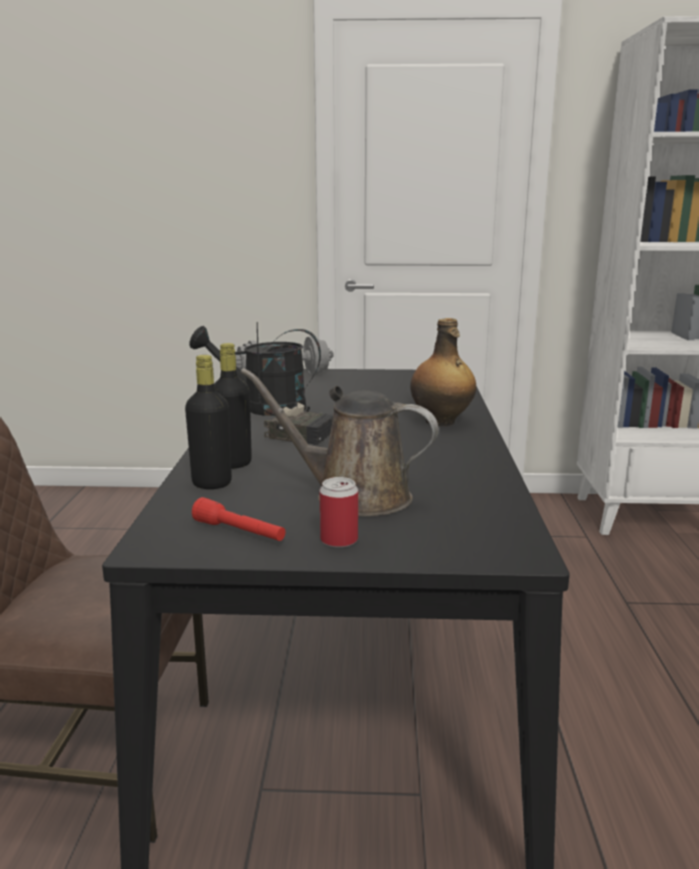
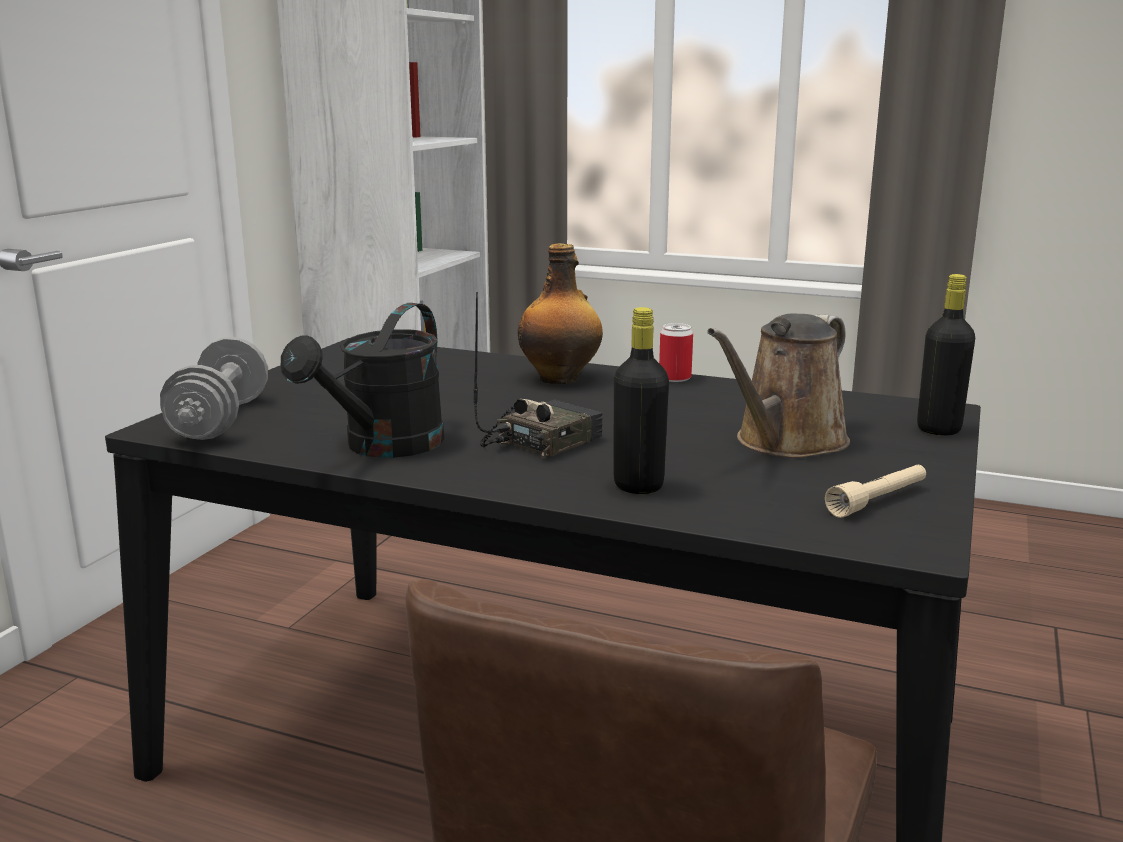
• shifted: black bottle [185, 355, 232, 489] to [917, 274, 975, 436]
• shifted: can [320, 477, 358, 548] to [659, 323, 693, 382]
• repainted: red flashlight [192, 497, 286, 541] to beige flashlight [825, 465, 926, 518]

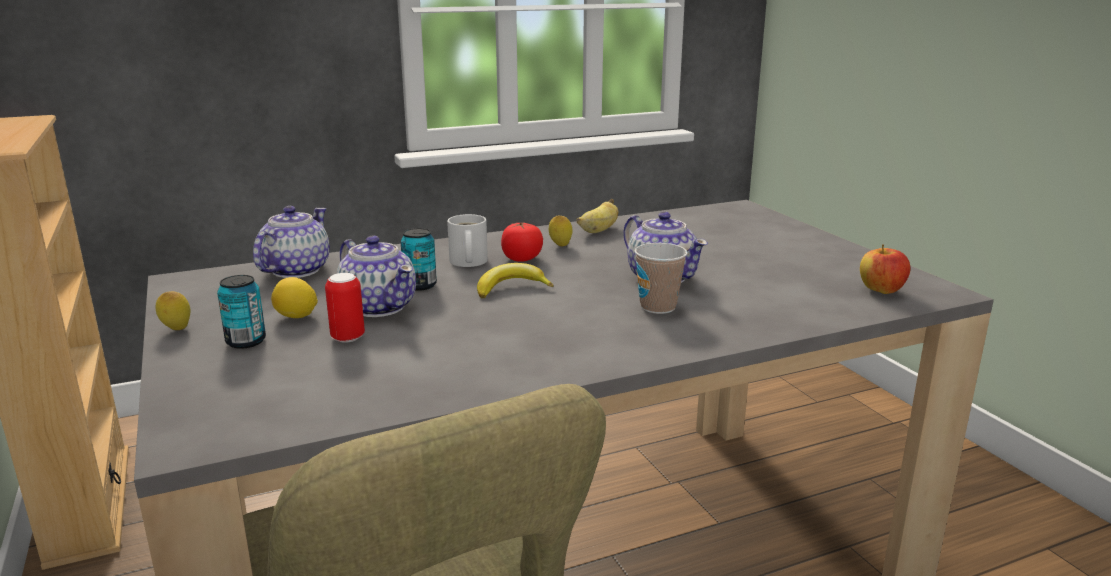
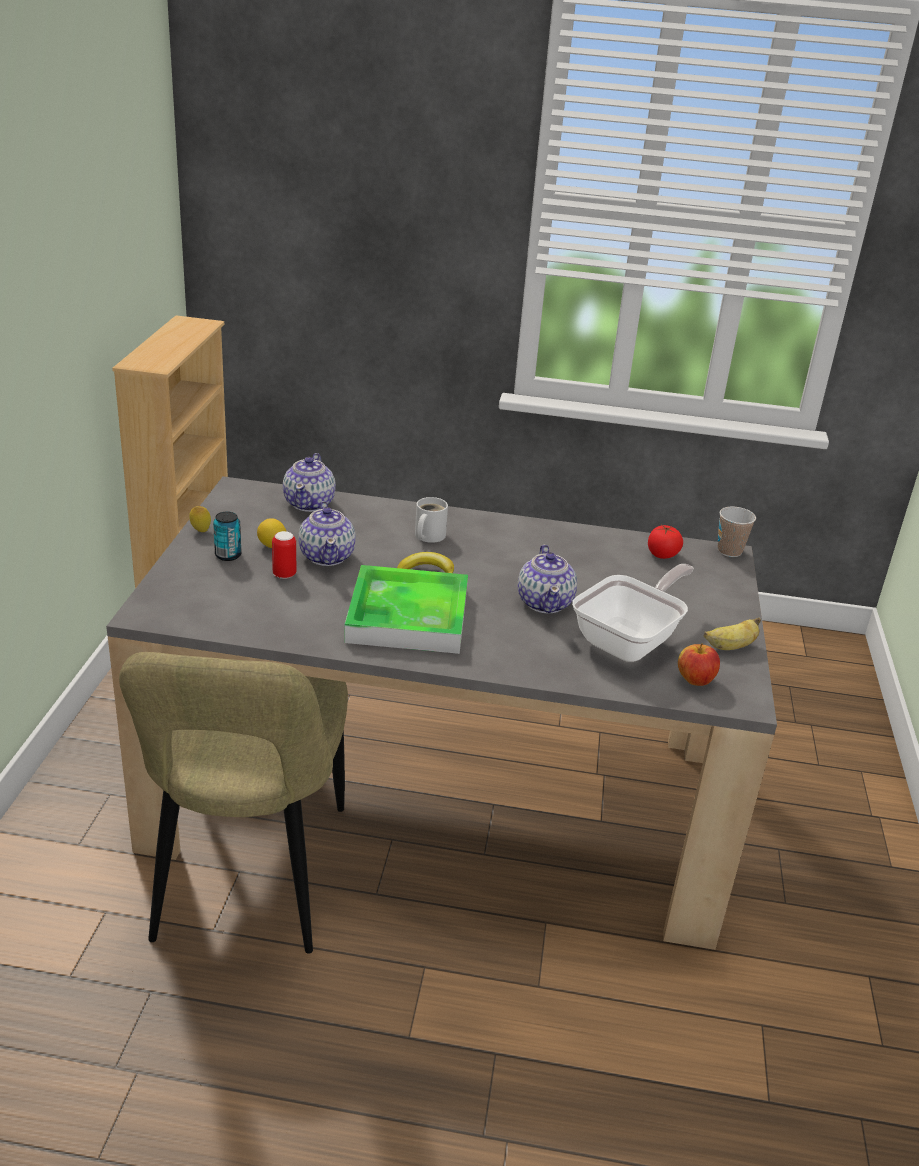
• gone: can [400, 228, 437, 291]
• gone: lemon [549, 216, 572, 247]
• new: tray [344, 565, 468, 654]
• new: frying pan [572, 564, 694, 662]
• shifted: tomato [501, 222, 543, 262] to [648, 525, 683, 559]
• shifted: banana [577, 199, 618, 233] to [704, 617, 761, 650]
• shifted: cup [635, 243, 687, 314] to [718, 507, 756, 557]
• rotated: teapot [253, 206, 330, 278] = [283, 453, 336, 512] 135 degrees clockwise

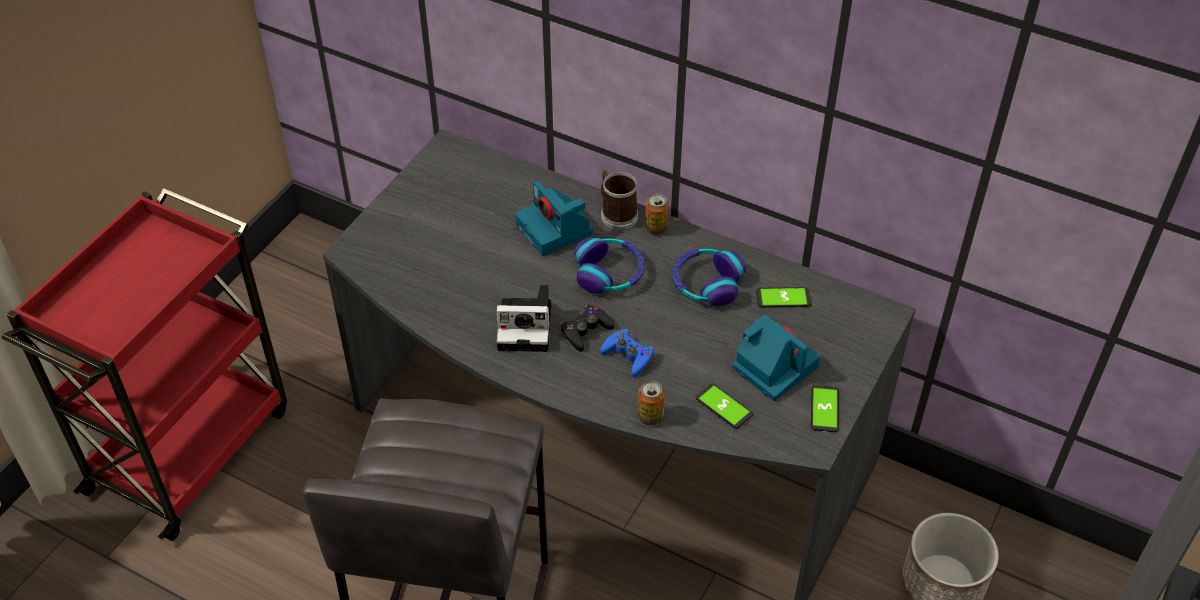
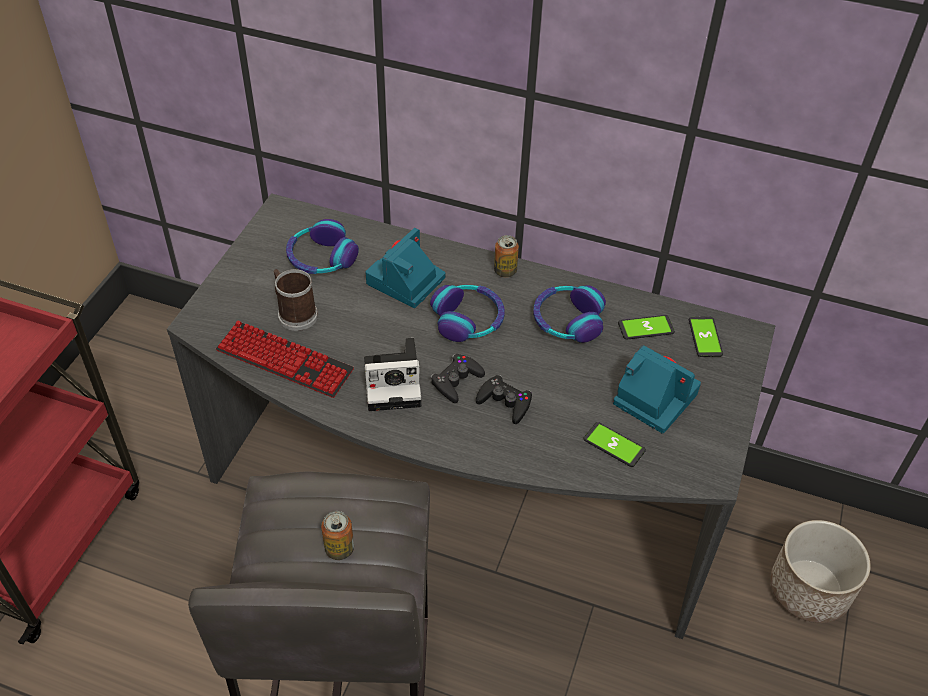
• new: keyboard [216, 320, 354, 398]
• new: headphones [286, 219, 359, 274]
• shifted: mug [601, 170, 638, 230] to [274, 269, 318, 331]
• shifted: can [638, 381, 665, 425] to [321, 511, 354, 560]
• shifted: phone [811, 385, 839, 432] to [689, 317, 723, 357]
• repainted: blue game controller [600, 329, 654, 377] to black game controller [476, 375, 532, 424]
• rotated: photo camera [515, 181, 593, 256] = [366, 228, 446, 308] 75 degrees clockwise

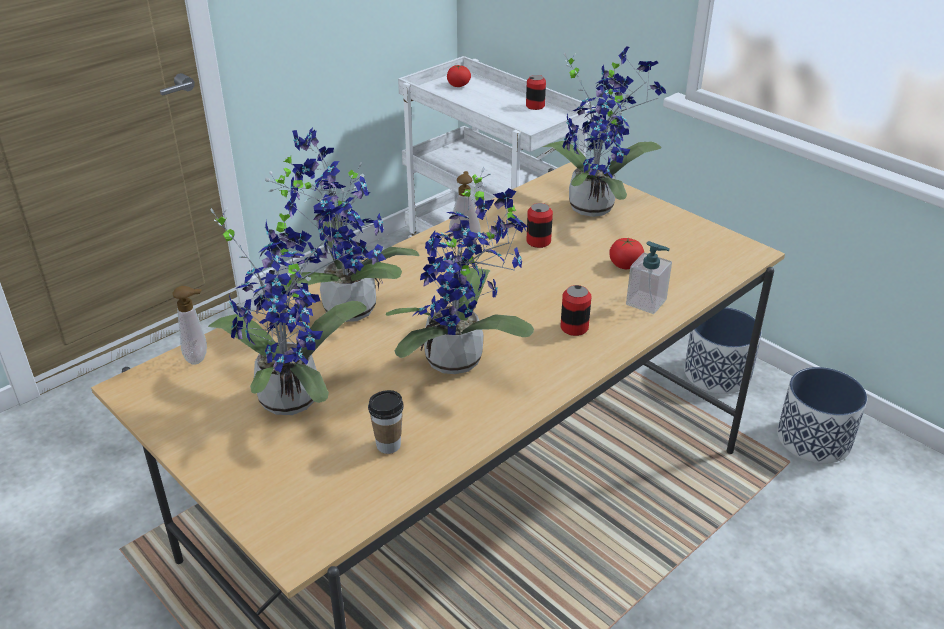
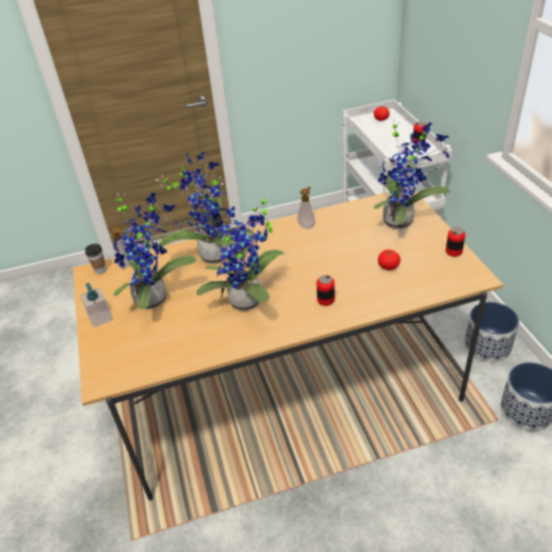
• shifted: cup [368, 390, 404, 454] to [85, 244, 106, 274]
• shifted: can [526, 203, 553, 248] to [446, 227, 465, 257]
• shifted: soap dispenser [626, 241, 672, 314] to [80, 283, 113, 328]

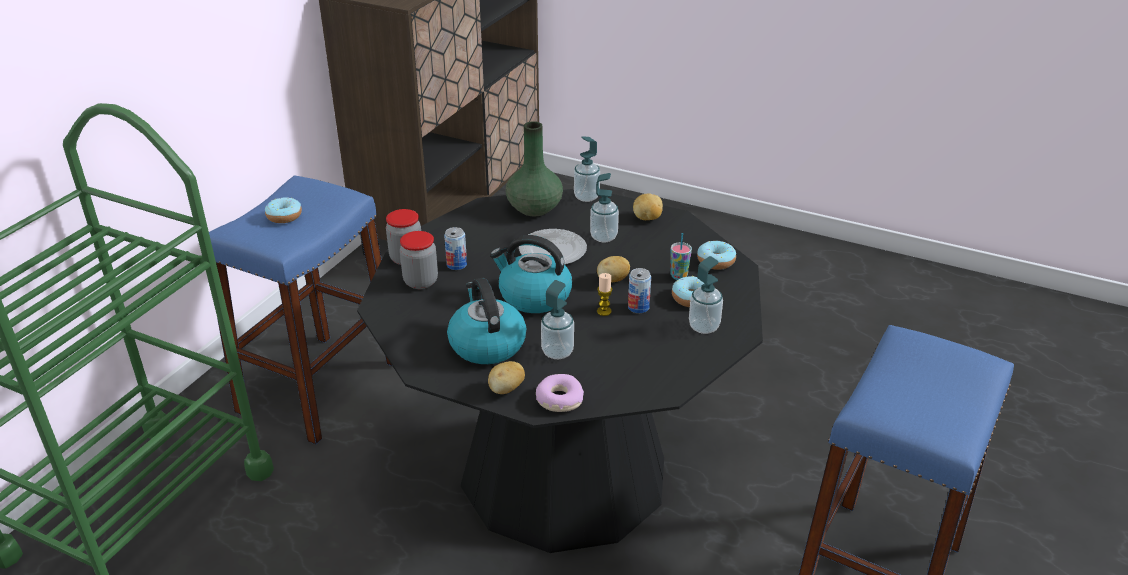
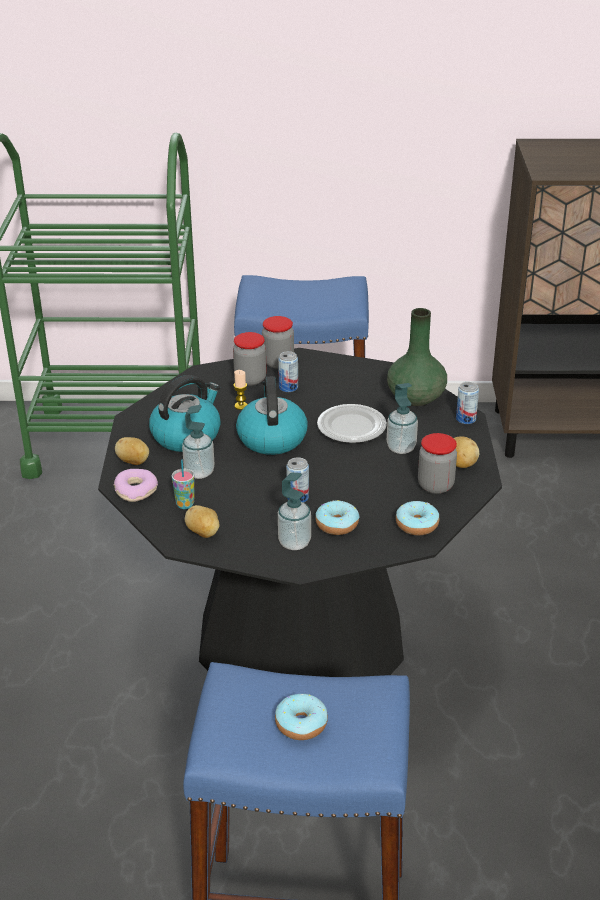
• new: jar [418, 433, 457, 494]
• shifted: donut [265, 197, 302, 223] to [275, 694, 328, 740]
• shifted: potato [597, 256, 630, 283] to [185, 505, 220, 538]
• shifted: candle [597, 273, 612, 316] to [233, 370, 248, 410]
• shifted: cup [671, 233, 692, 280] to [172, 460, 194, 509]
• swapped: soap dispenser [574, 137, 600, 202] to can [456, 382, 479, 424]

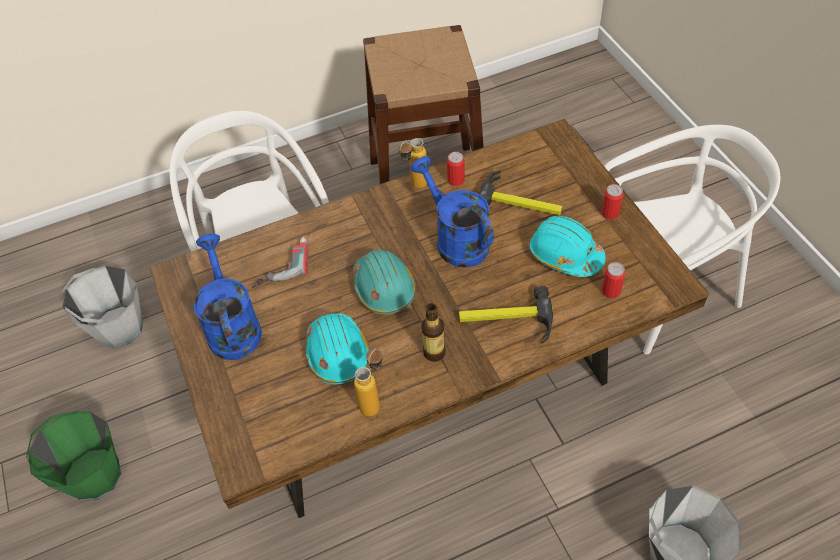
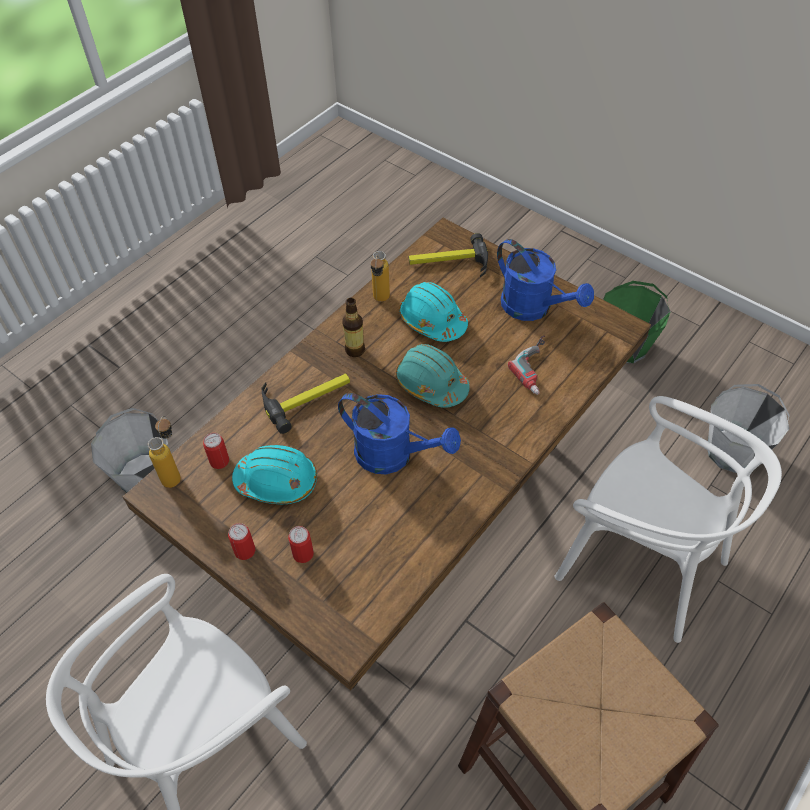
• shifted: bottle [399, 138, 427, 189] to [148, 416, 181, 488]
• shifted: can [447, 152, 465, 186] to [288, 526, 314, 563]
• shifted: hammer [478, 170, 563, 215] to [409, 233, 488, 277]

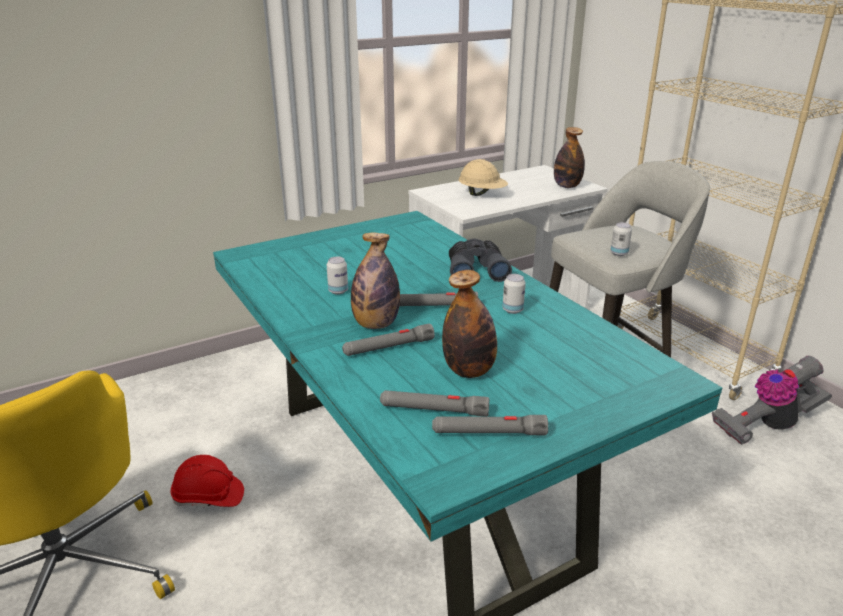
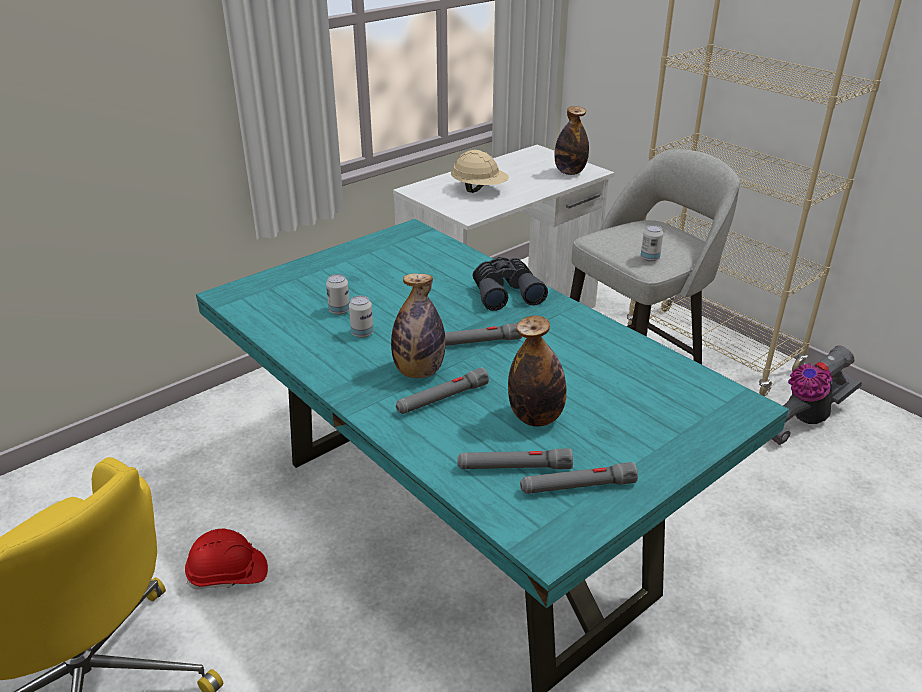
• shifted: can [503, 274, 526, 314] to [326, 274, 350, 315]

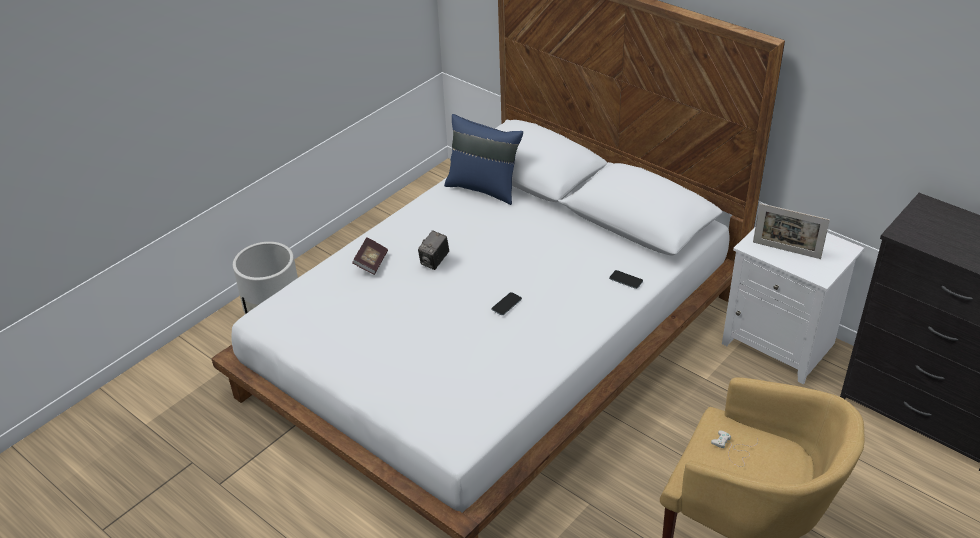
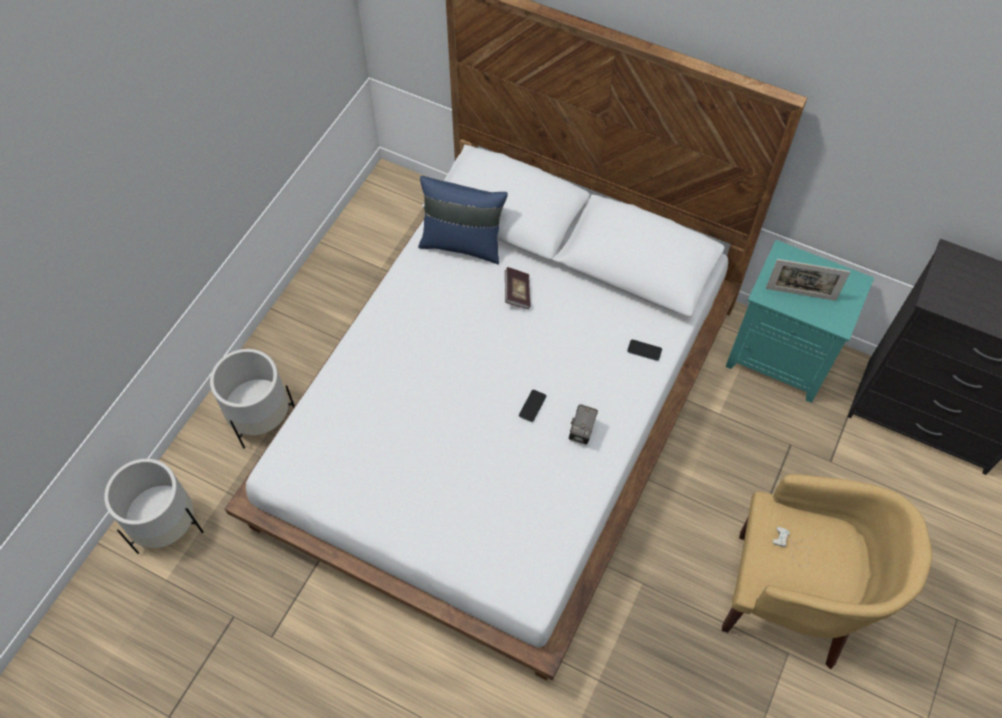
• new: white planter [104, 458, 204, 554]
• shifted: book [352, 237, 388, 275] to [505, 267, 531, 309]
• shifted: photo camera [418, 230, 449, 270] to [569, 404, 598, 445]
• repainted: white nightstand [722, 228, 864, 384] to turquoise nightstand [725, 240, 874, 403]

